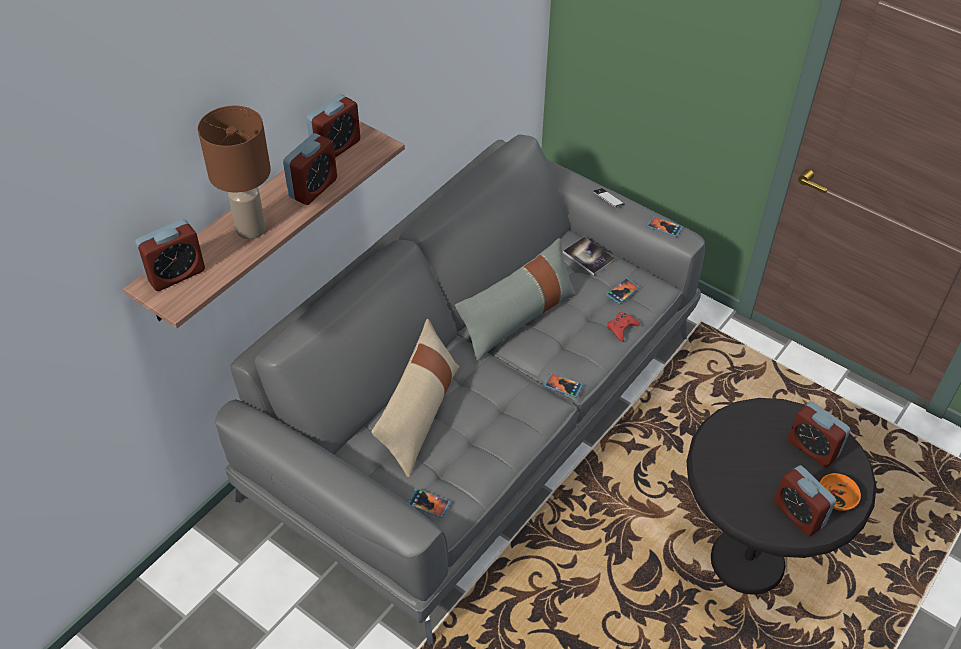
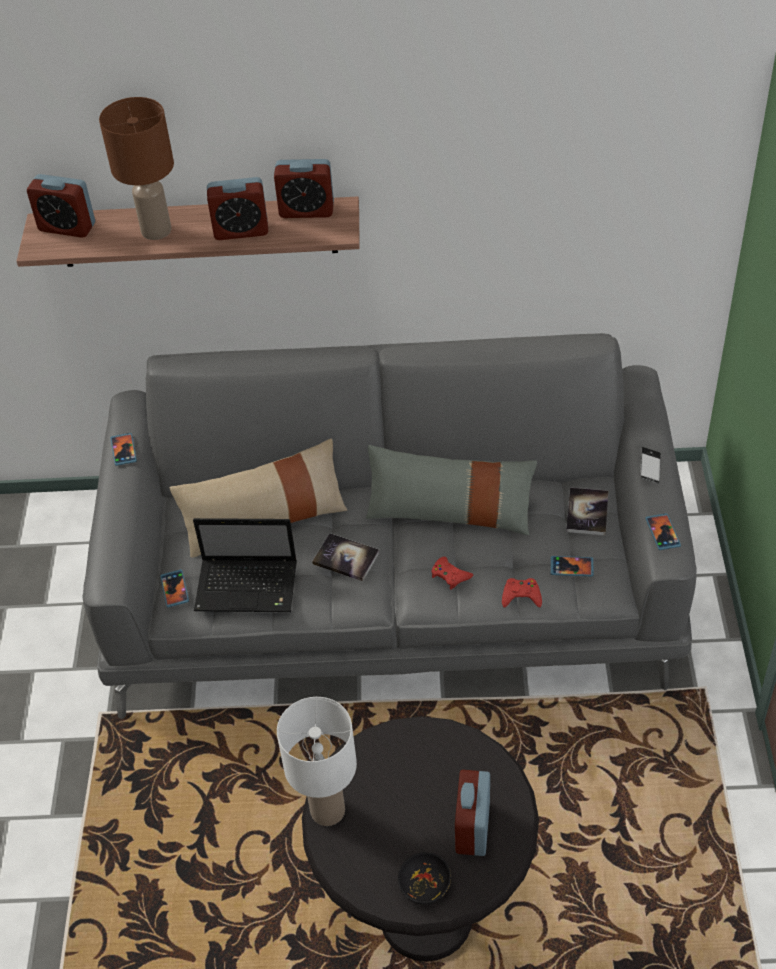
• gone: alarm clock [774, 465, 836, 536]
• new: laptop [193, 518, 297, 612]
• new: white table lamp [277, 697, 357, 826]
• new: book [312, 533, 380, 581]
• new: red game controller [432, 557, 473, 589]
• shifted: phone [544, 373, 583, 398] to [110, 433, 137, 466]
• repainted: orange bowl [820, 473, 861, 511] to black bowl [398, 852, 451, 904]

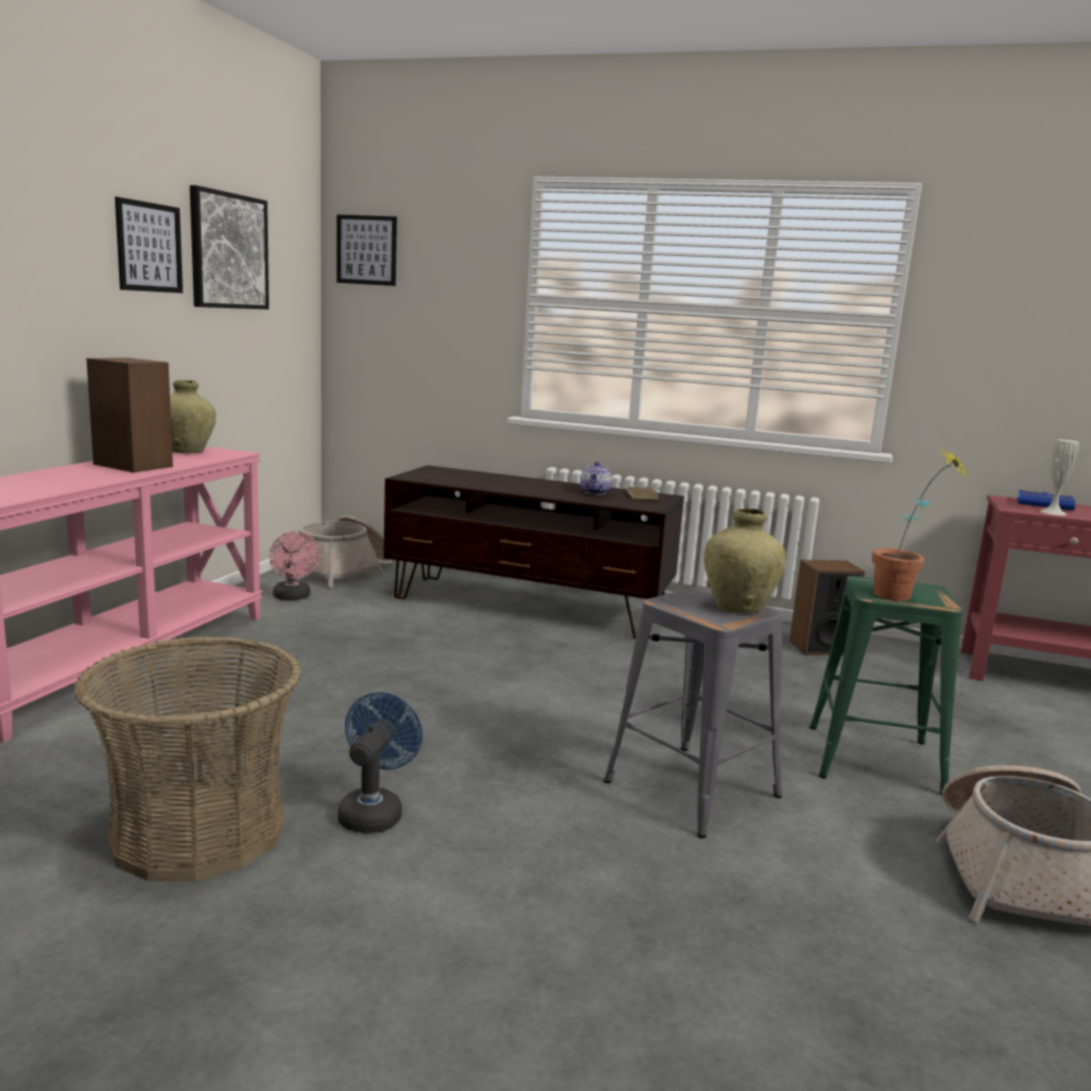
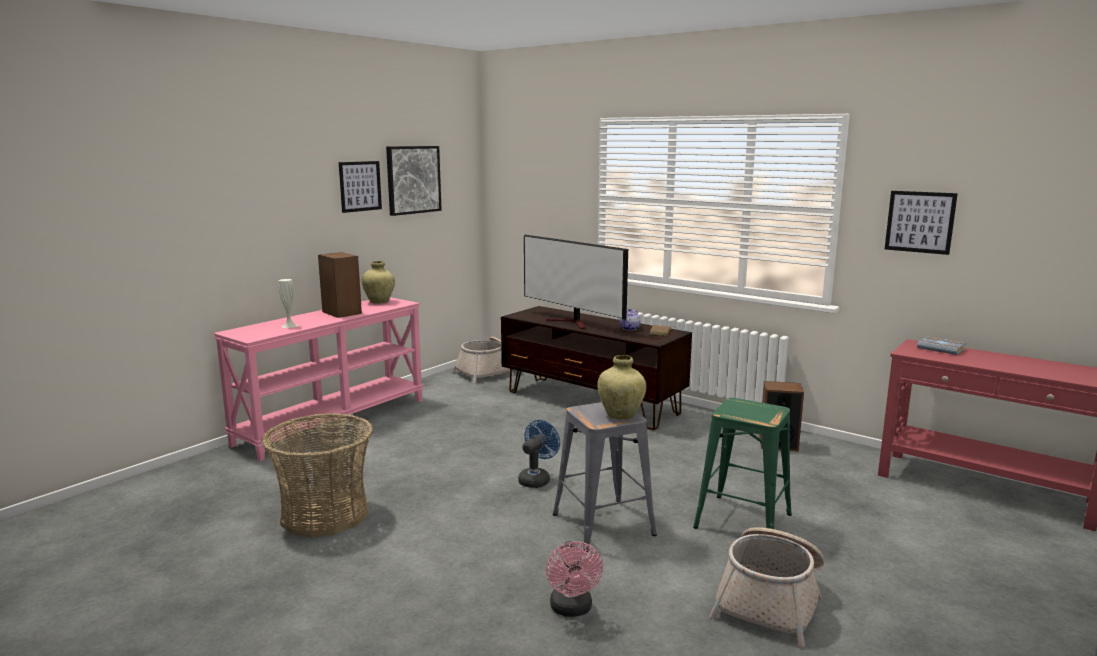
• gone: potted plant [872, 449, 969, 601]
• new: television [524, 235, 628, 329]
• shifted: pink fan [269, 531, 320, 600] to [546, 541, 603, 617]
• shifted: picture [337, 215, 397, 286] to [885, 191, 958, 255]
• shifted: blue fan [338, 692, 423, 833] to [518, 420, 560, 488]
• shifted: white vase [1040, 439, 1079, 515] to [278, 279, 298, 328]
• repainted: blue book [1017, 490, 1076, 511] to grey book [917, 337, 966, 355]

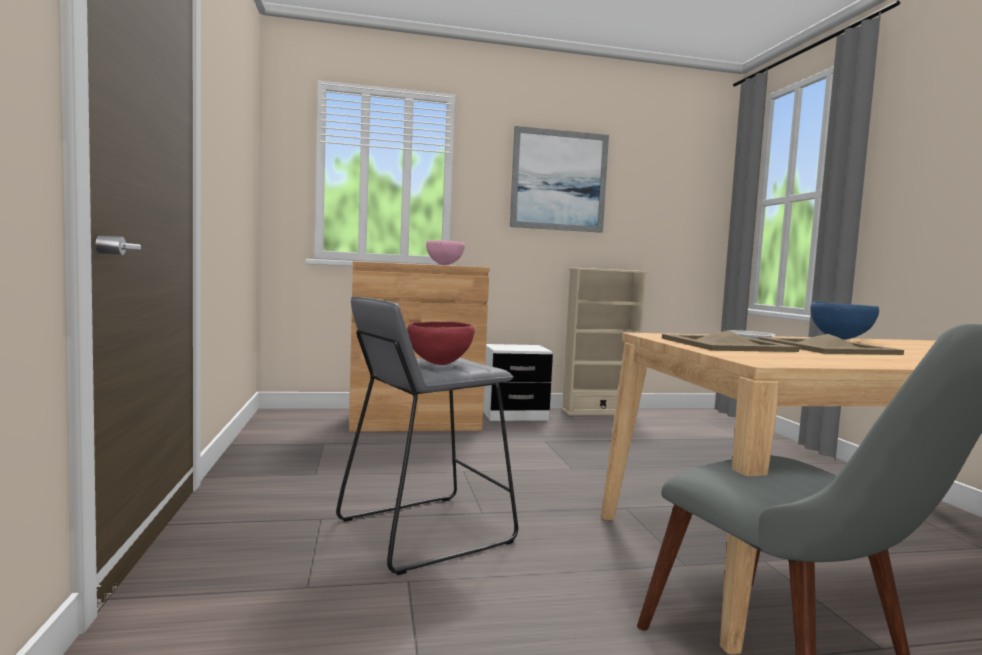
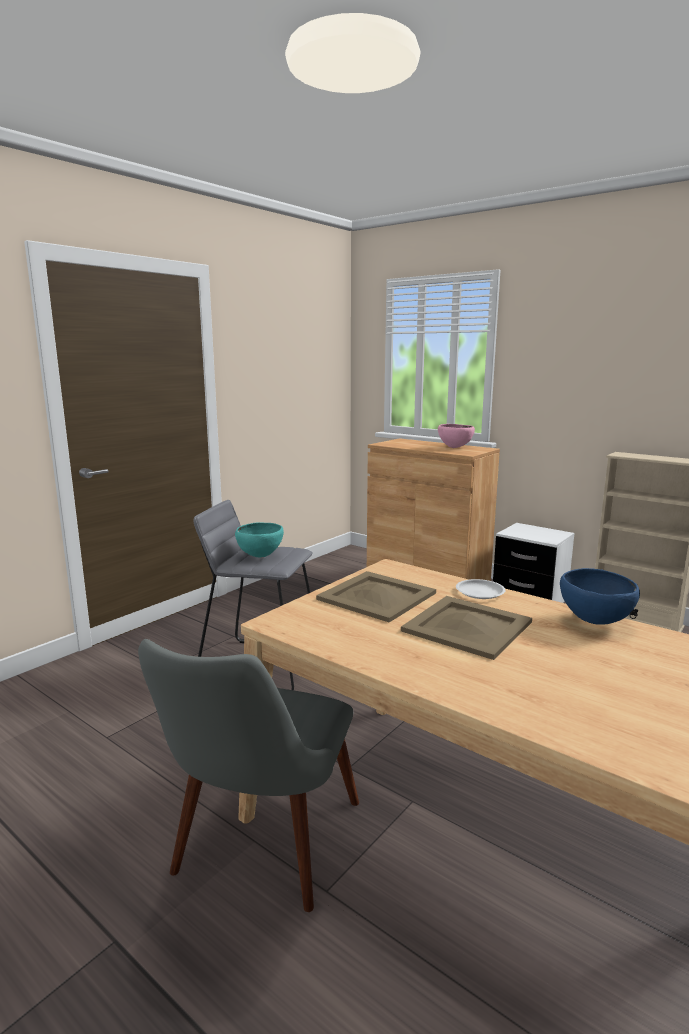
• gone: picture [510, 126, 609, 233]
• repainted: red bowl [407, 321, 475, 365] to turquoise bowl [235, 522, 284, 558]

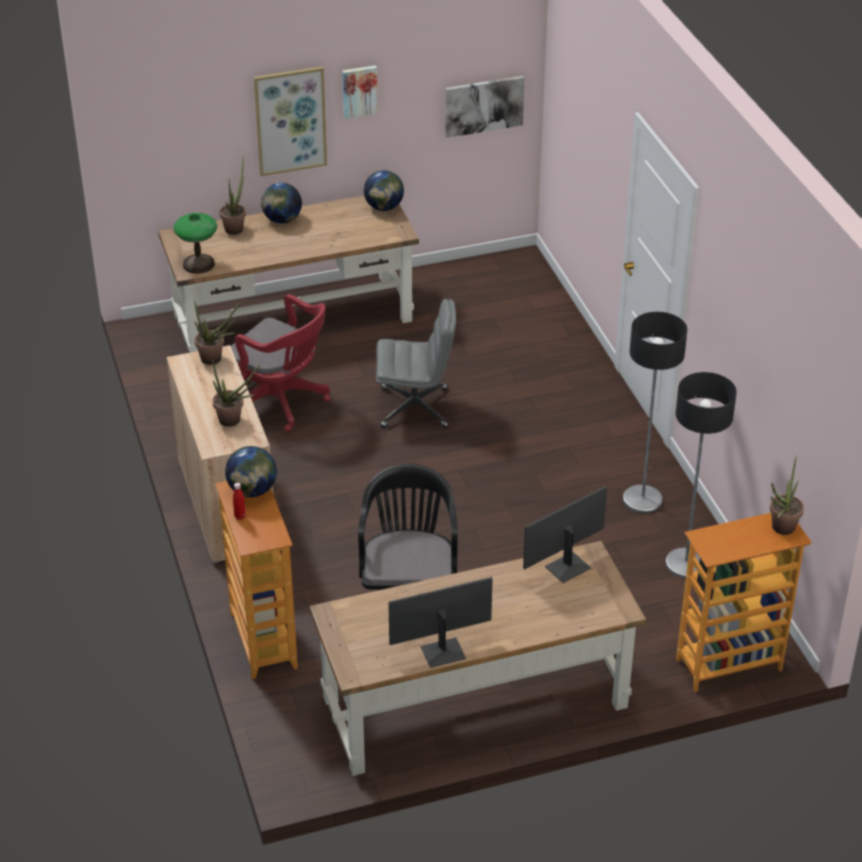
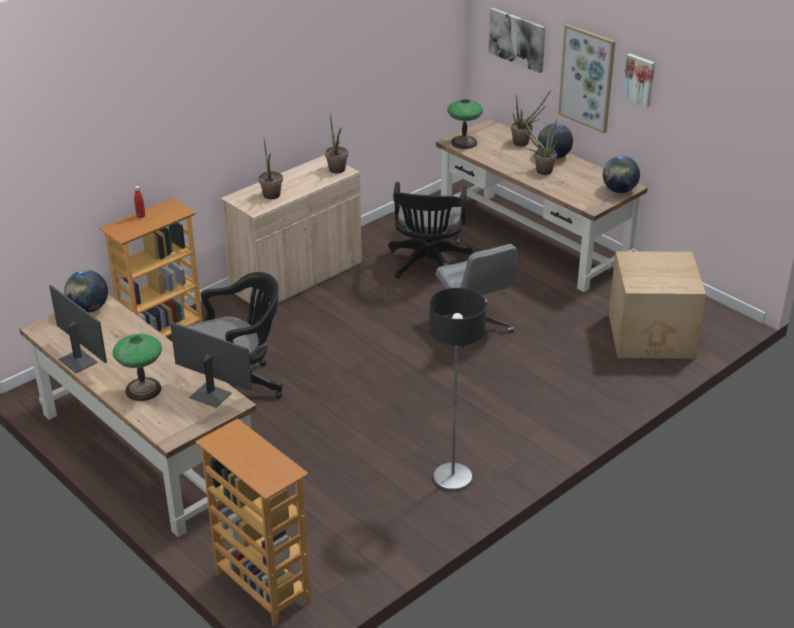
• gone: floor lamp [665, 372, 737, 578]
• new: table lamp [113, 334, 162, 401]
• new: cardboard box [608, 251, 706, 359]
• shifted: globe [225, 446, 277, 497] to [64, 270, 108, 313]
• shifted: picture [445, 76, 525, 138] to [488, 8, 546, 73]
• shifted: potted plant [770, 456, 804, 535] to [520, 115, 557, 175]
• repainted: red office chair [231, 294, 330, 432] to black office chair [389, 182, 473, 278]

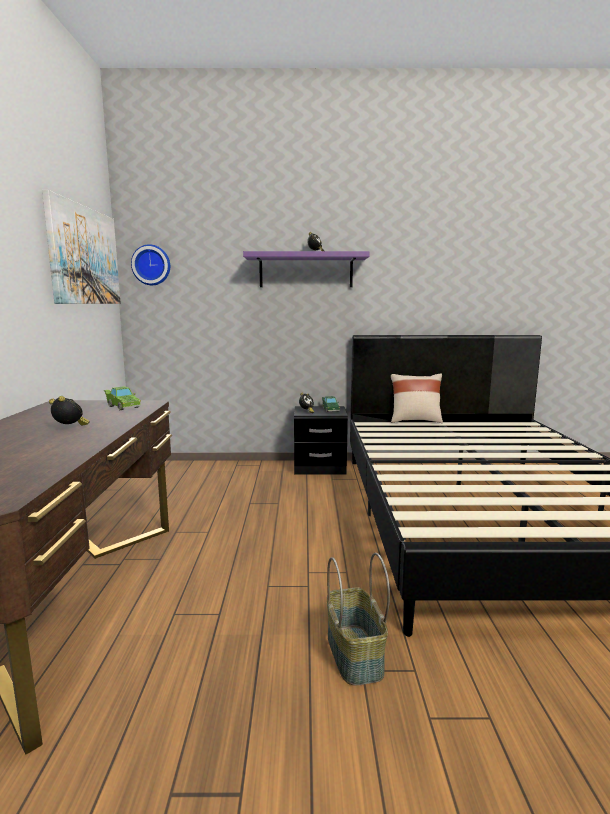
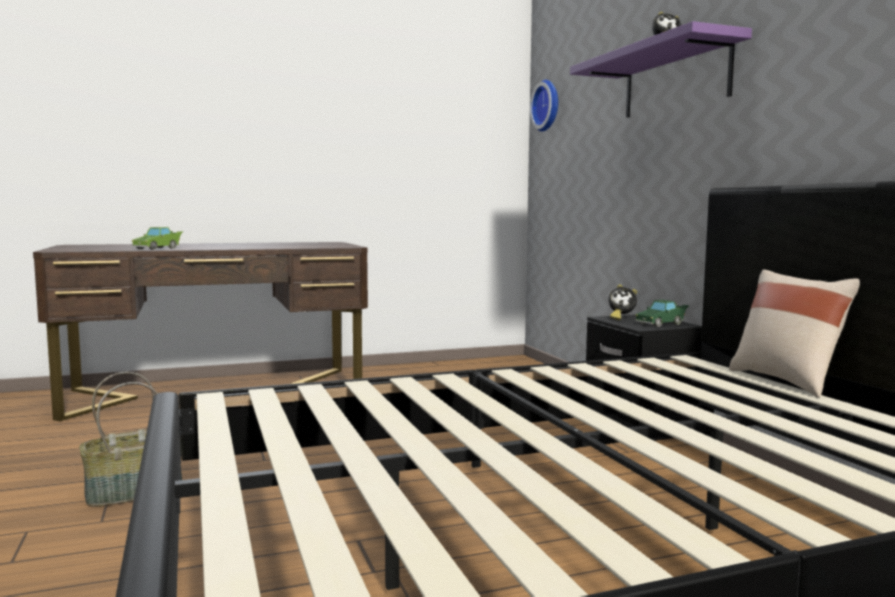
• gone: picture [42, 190, 121, 304]
• gone: alarm clock [49, 396, 90, 425]
• shifted: green toy car [104, 386, 141, 410] to [132, 227, 184, 250]

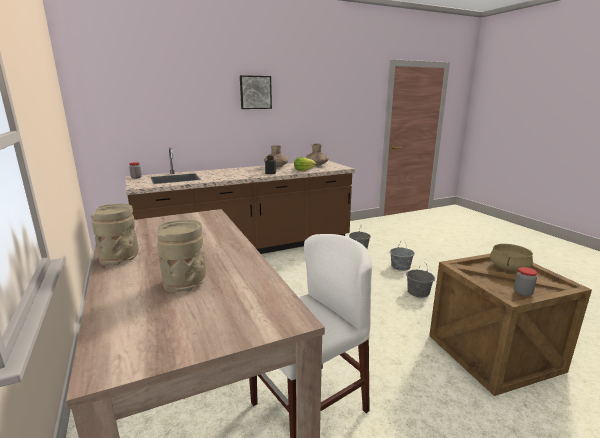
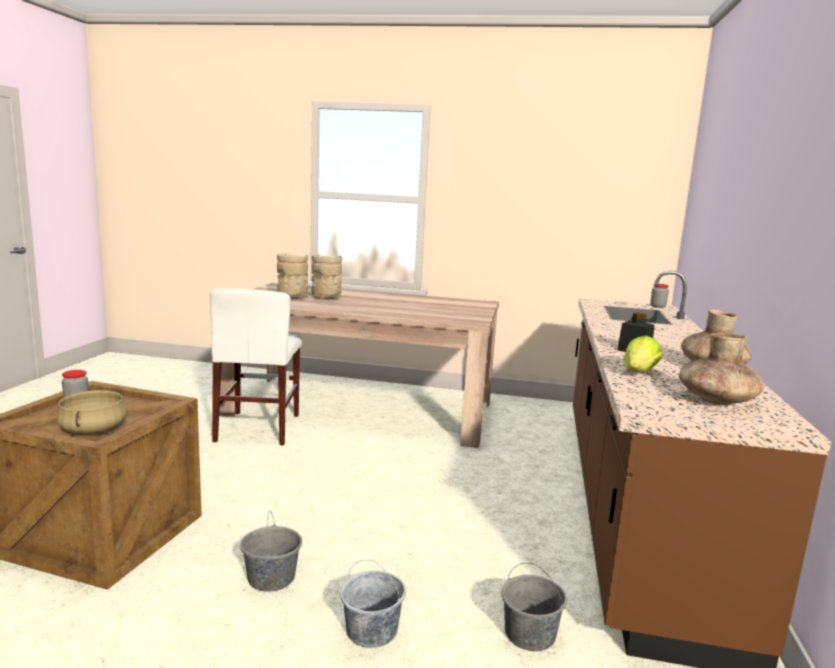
• gone: picture [240, 75, 272, 109]
• shifted: beige vase [91, 204, 139, 266] to [277, 253, 308, 299]

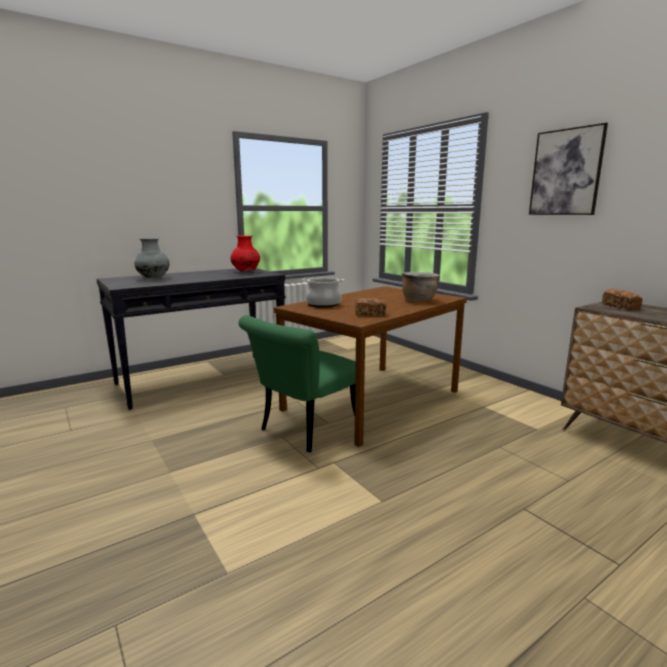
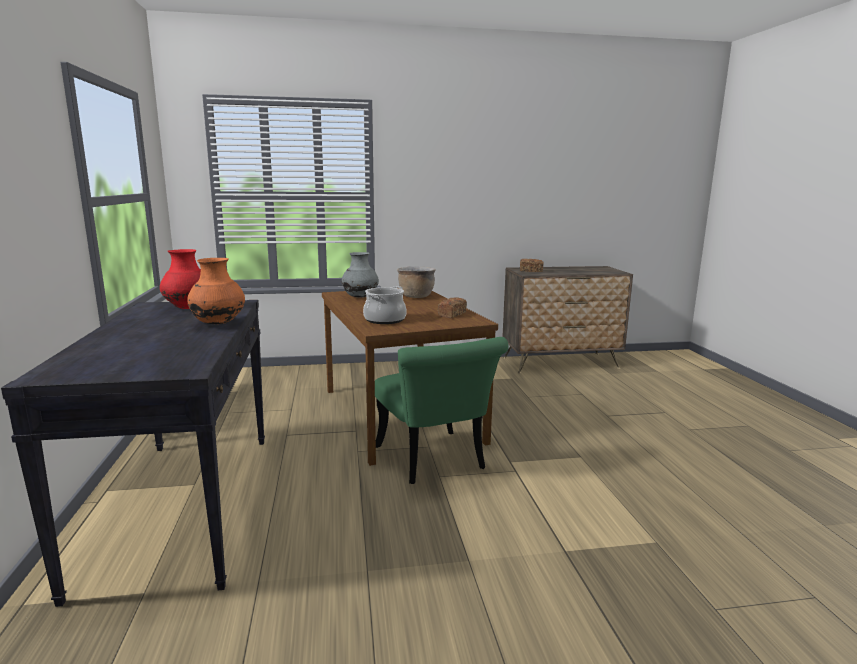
• gone: picture [529, 123, 608, 215]
• new: orange vase [187, 258, 245, 324]
• shifted: grey vase [134, 238, 170, 279] to [342, 252, 379, 298]

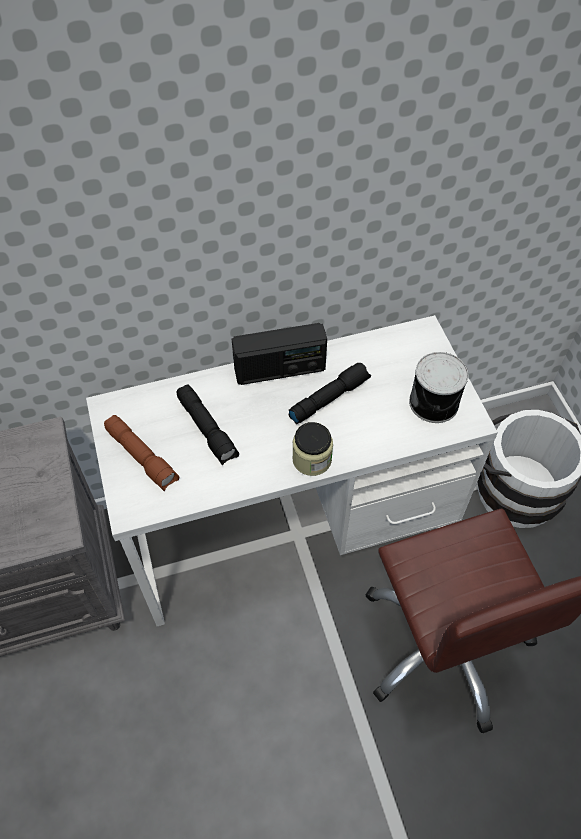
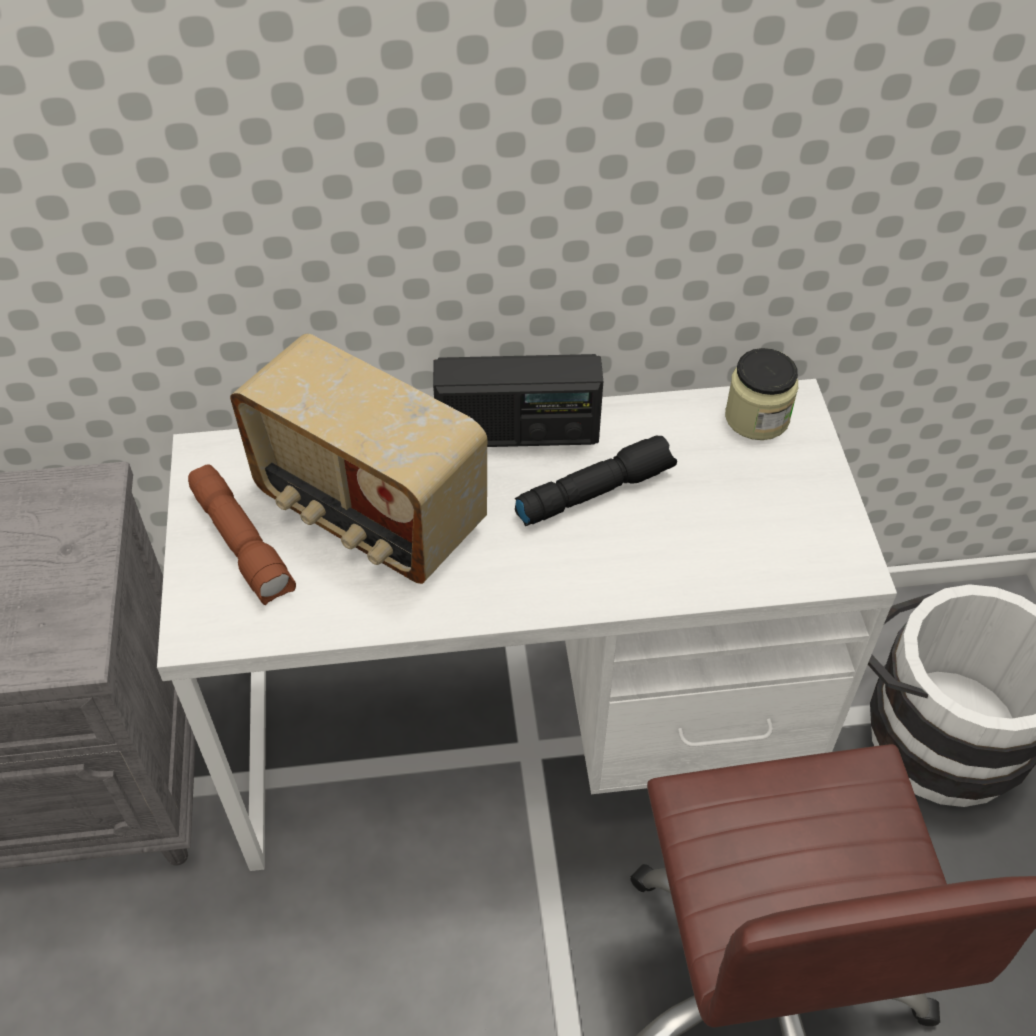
• gone: can [409, 352, 469, 423]
• shifted: jar [293, 422, 333, 476] to [725, 348, 798, 440]
• swapped: black flashlight [177, 384, 239, 465] to radio [230, 334, 487, 584]

